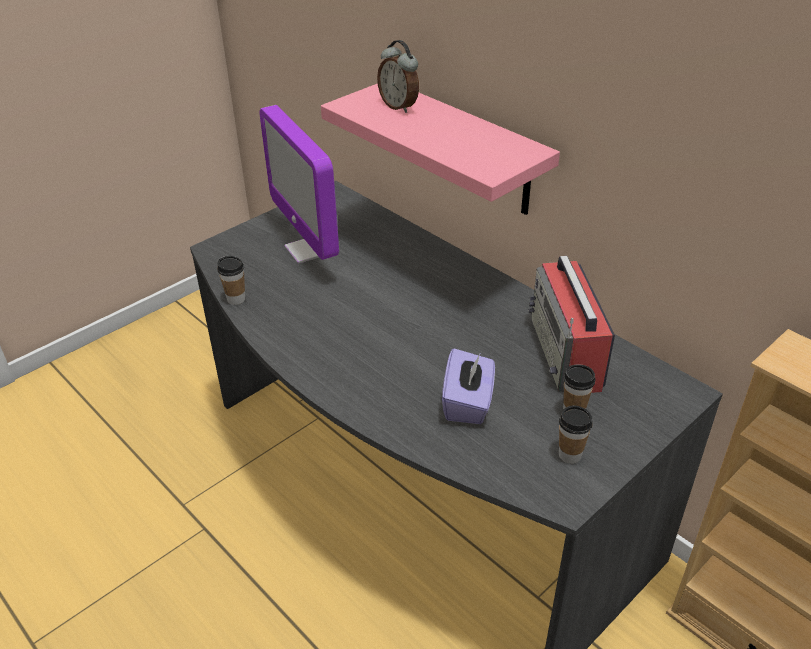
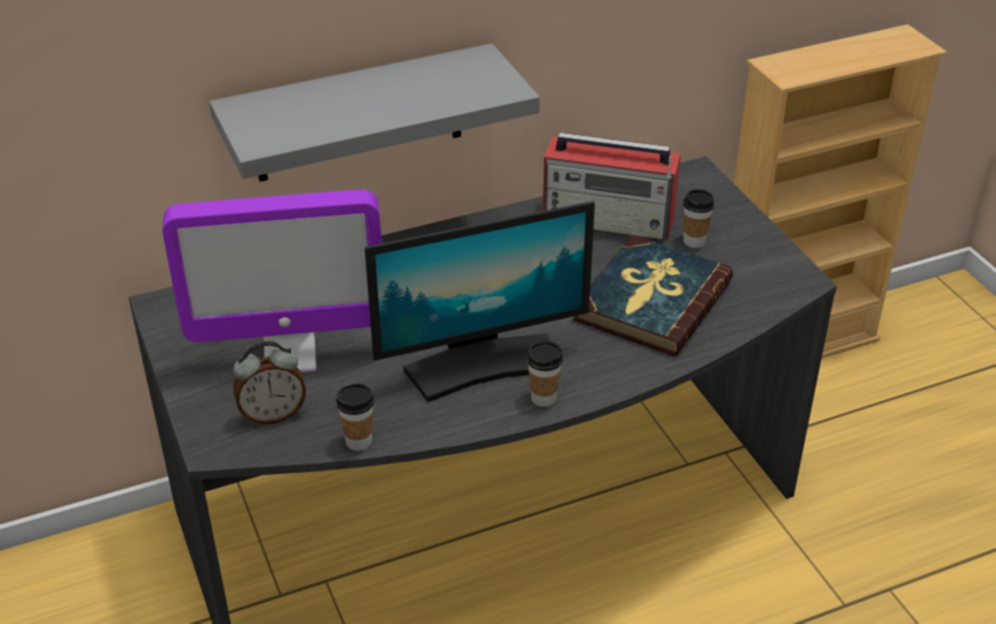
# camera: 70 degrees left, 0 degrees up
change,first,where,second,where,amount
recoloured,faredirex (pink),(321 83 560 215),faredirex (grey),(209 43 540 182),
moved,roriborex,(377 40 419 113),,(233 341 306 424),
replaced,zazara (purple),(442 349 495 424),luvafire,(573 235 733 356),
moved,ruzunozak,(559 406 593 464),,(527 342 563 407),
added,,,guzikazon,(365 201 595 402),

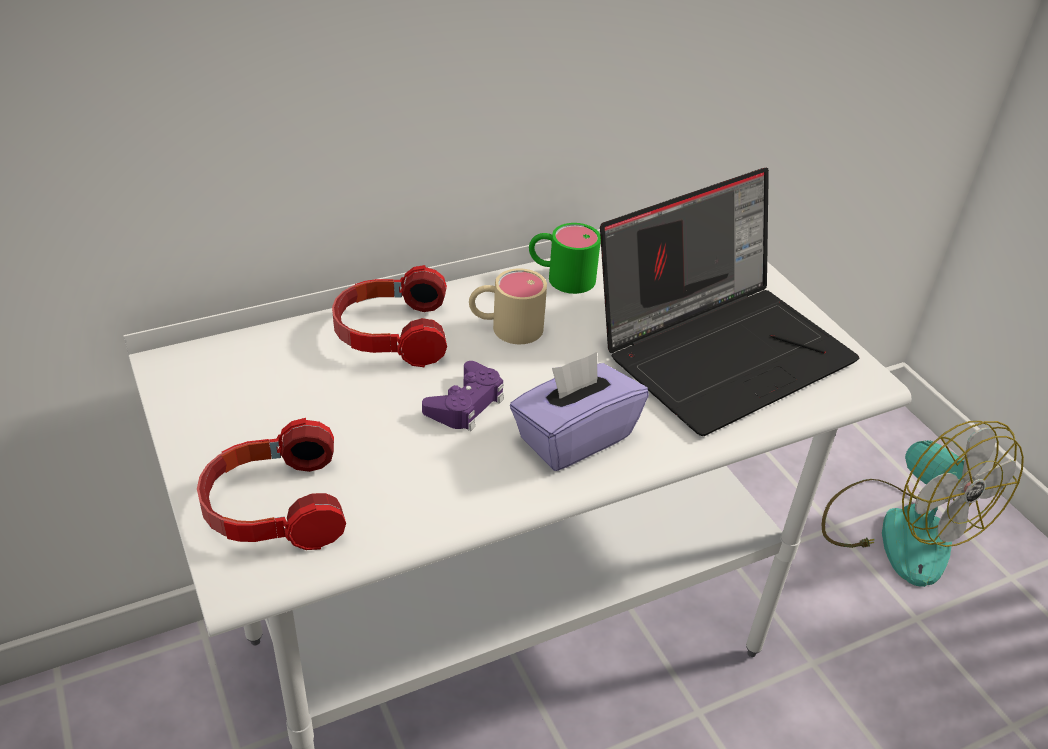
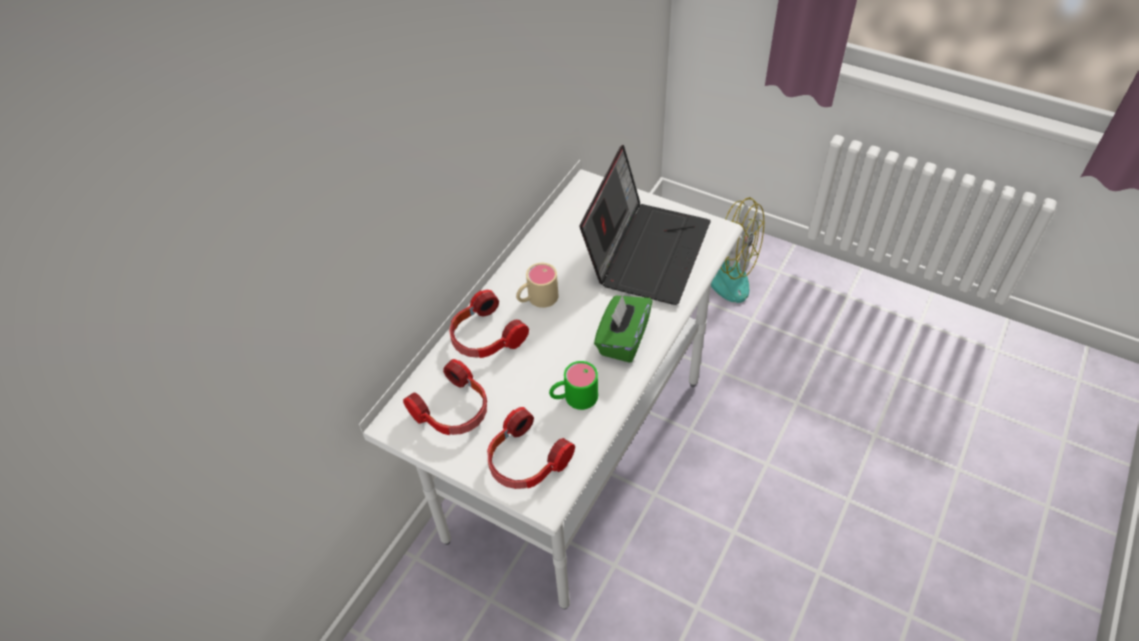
# camera: 30 degrees left, 10 degrees up
change,first,where,second,where,amount
removed,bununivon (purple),(422 361 504 431),,,
recoloured,zazara (purple),(510 352 649 471),zazara (green),(594 295 652 363),
moved,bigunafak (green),(529 223 601 294),,(549 361 598 410),
added,,,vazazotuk,(403 359 487 435),

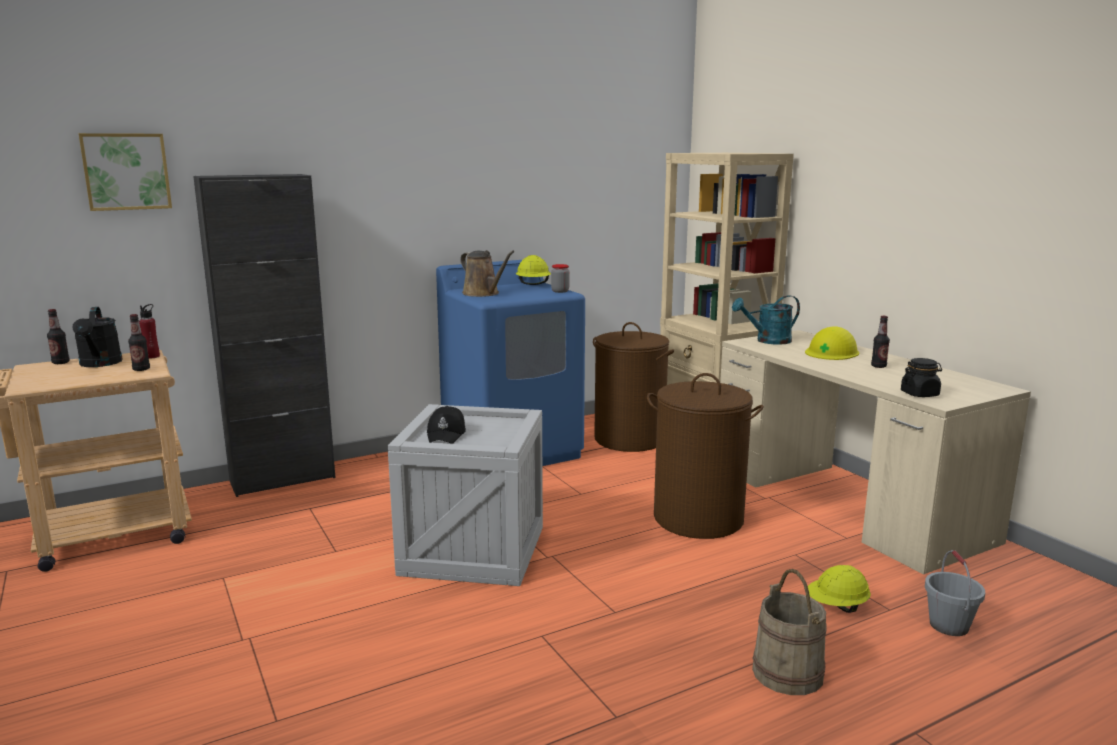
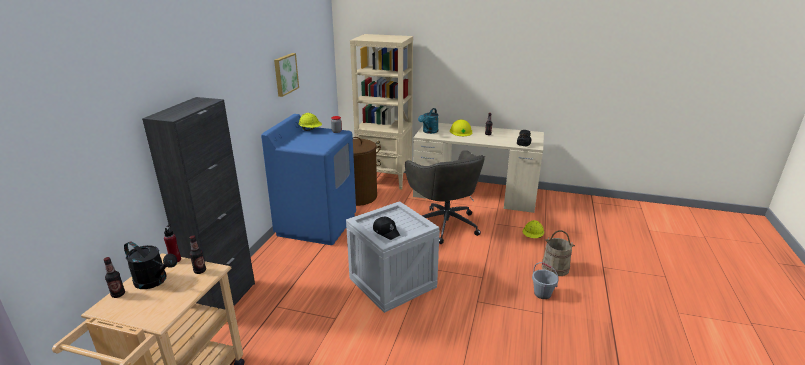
# camera: 45 degrees left, 10 degrees up
change,first,where,second,where,amount
moved,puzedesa,(78 133 172 211),,(274 53 299 97),
removed,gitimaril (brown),(460 250 514 297),,,
replaced,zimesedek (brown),(647 373 764 539),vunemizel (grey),(405 150 485 244),
moved,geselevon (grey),(925 550 985 636),,(532 262 559 299),

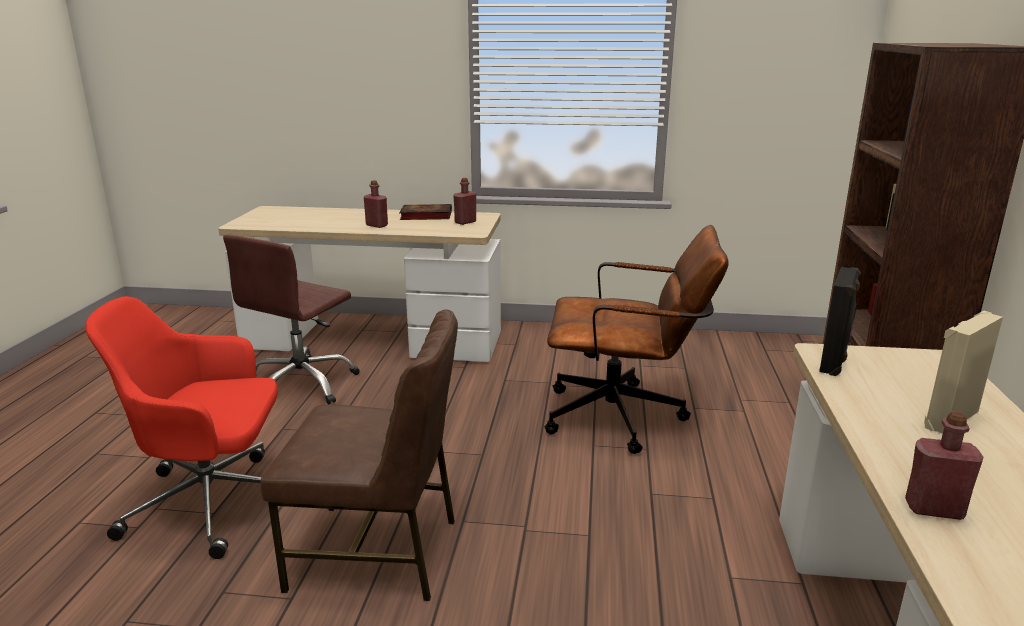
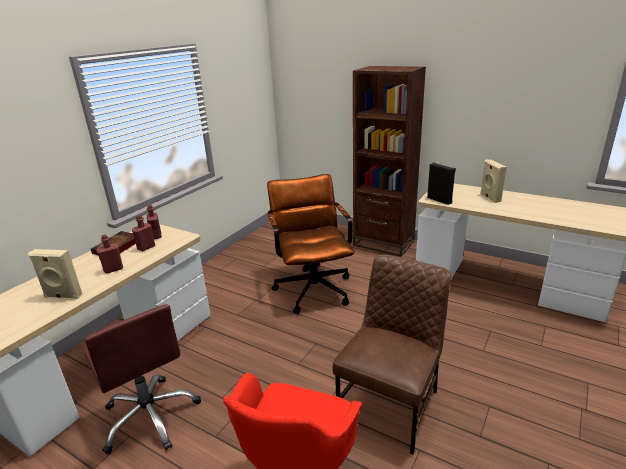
# camera: 65 degrees left, 5 degrees up
change,first,where,second,where,amount
turned,vunemizel (brown),(544 225 729 454),,(267 174 354 314),45 degrees counterclockwise
moved,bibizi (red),(905 411 983 520),,(132 215 155 251),
added,,,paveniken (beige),(28 249 82 299),

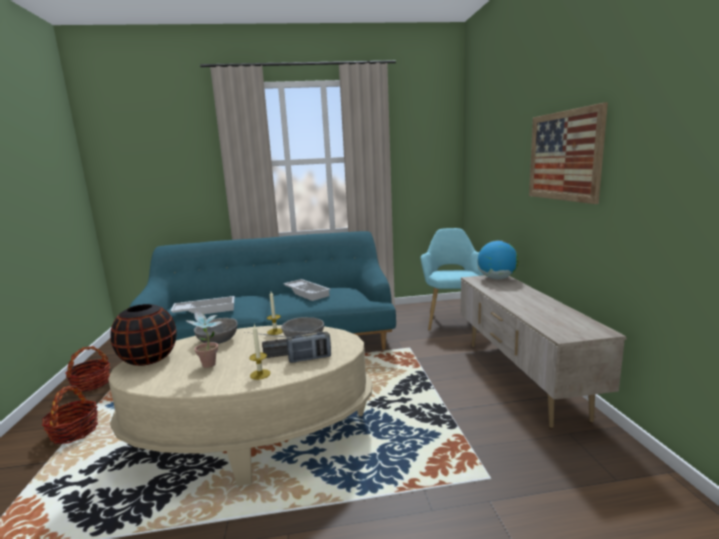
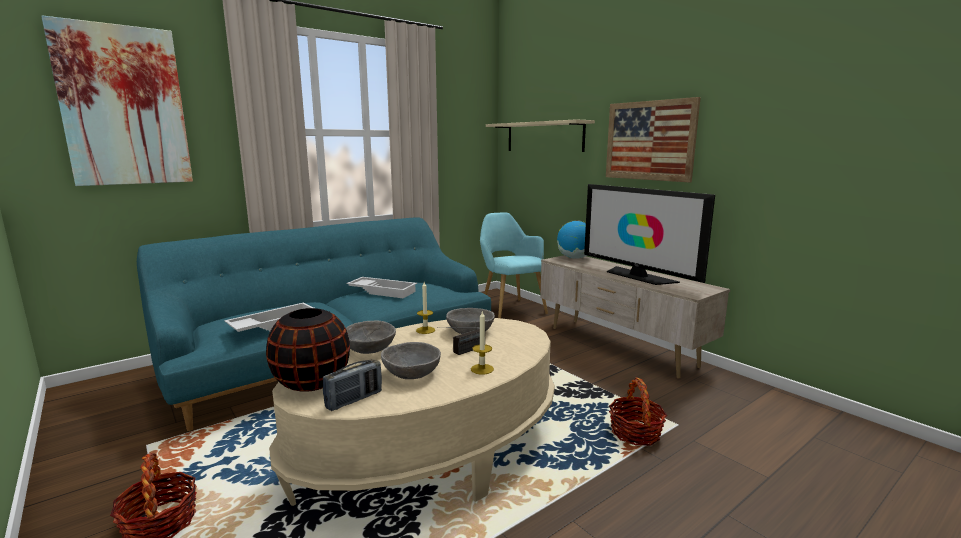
# camera: 30 degrees left, 0 degrees up
change,first,where,second,where,amount
moved,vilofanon,(65 346 110 392),,(609 377 667 446),
replaced,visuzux,(185 310 223 368),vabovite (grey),(381 342 441 379),
moved,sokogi,(287 331 331 363),,(323 359 382 411),
added,,,puzedesa,(41 15 193 186),
added,,,faredirex (beige),(486 119 595 152),
added,,,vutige,(584 184 715 285),

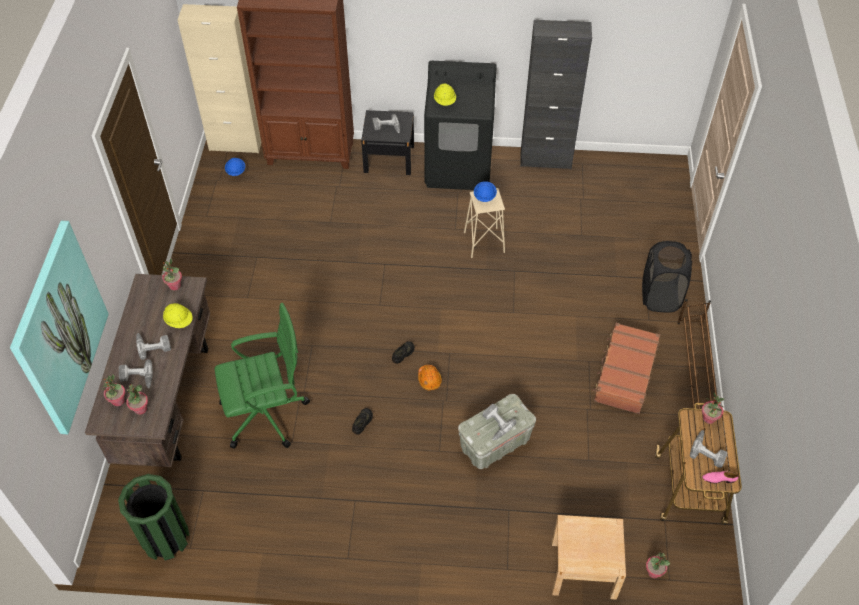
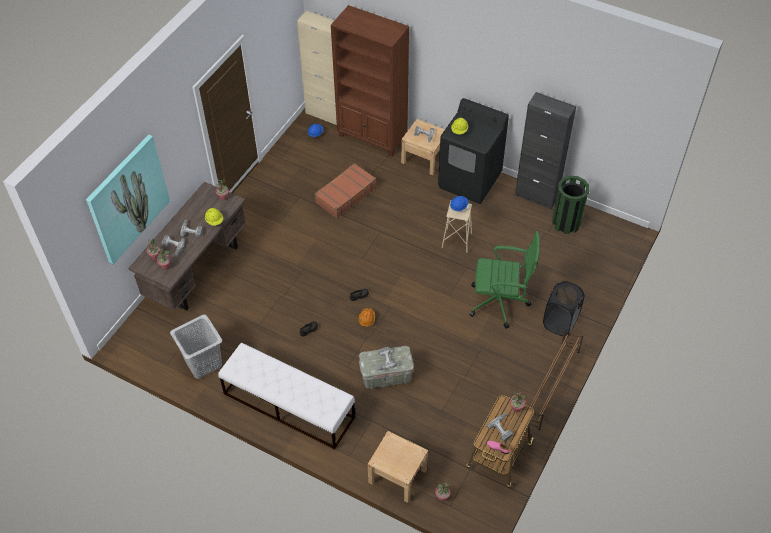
# camera: 25 degrees right, 0 degrees up
change,first,where,second,where,amount
moved,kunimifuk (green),(118 474 190 560),,(552 176 589 234),
moved,vunemizel (green),(215 303 310 449),,(470 231 540 329),
recoloured,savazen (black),(361 110 414 175),savazen (beige),(401 119 445 175),
moved,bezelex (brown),(592 323 660 414),,(315 163 376 218),
added,,,zimesedek (grey),(170 315 222 379),
added,,,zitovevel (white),(218 343 355 449),

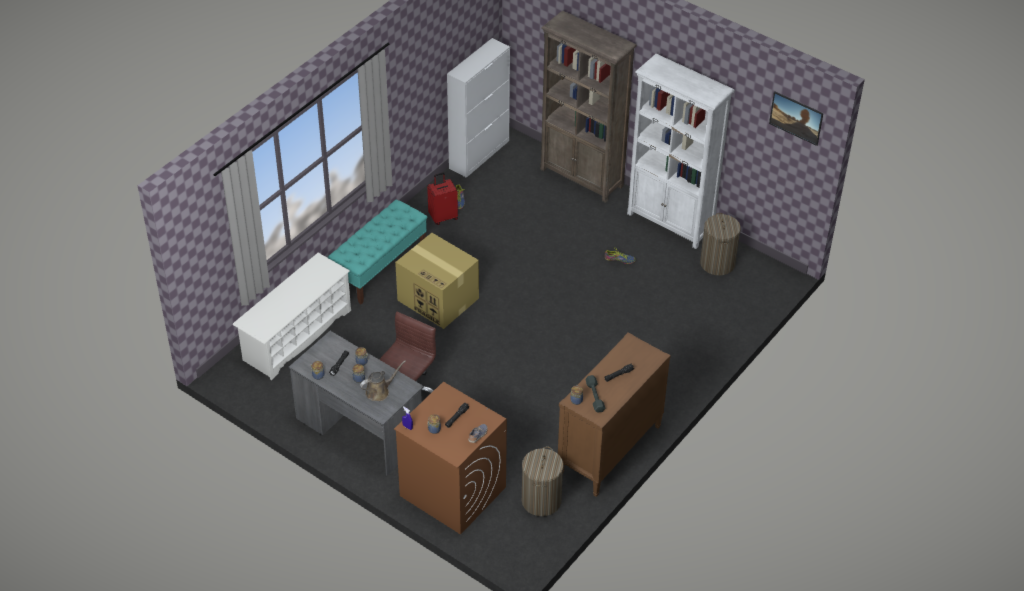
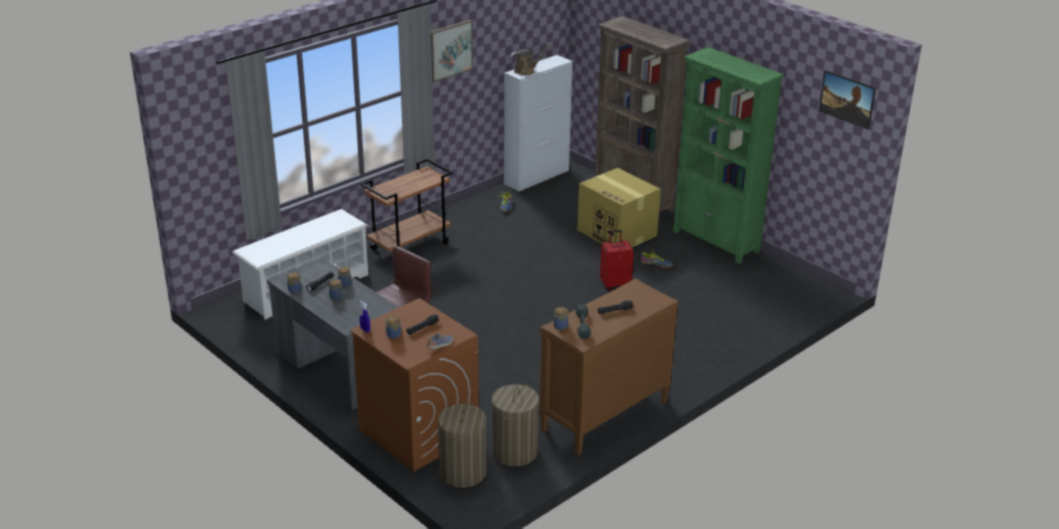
# camera: 10 degrees right, 15 degrees down
change,first,where,second,where,amount
replaced,zitovevel (turquoise),(327 200 427 304),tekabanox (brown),(360 159 453 252),
moved,gitimaril (brown),(360 360 406 401),,(510 44 552 75),
moved,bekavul,(395 233 479 329),,(577 168 661 247),
moved,bezelex (red),(427 172 458 225),,(600 230 634 291),
recoloured,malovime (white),(627 54 735 249),malovime (green),(673 47 784 264),
moved,zimesedek,(700 213 741 275),,(438 403 486 488),
added,,,puzedesa,(431 20 473 82),

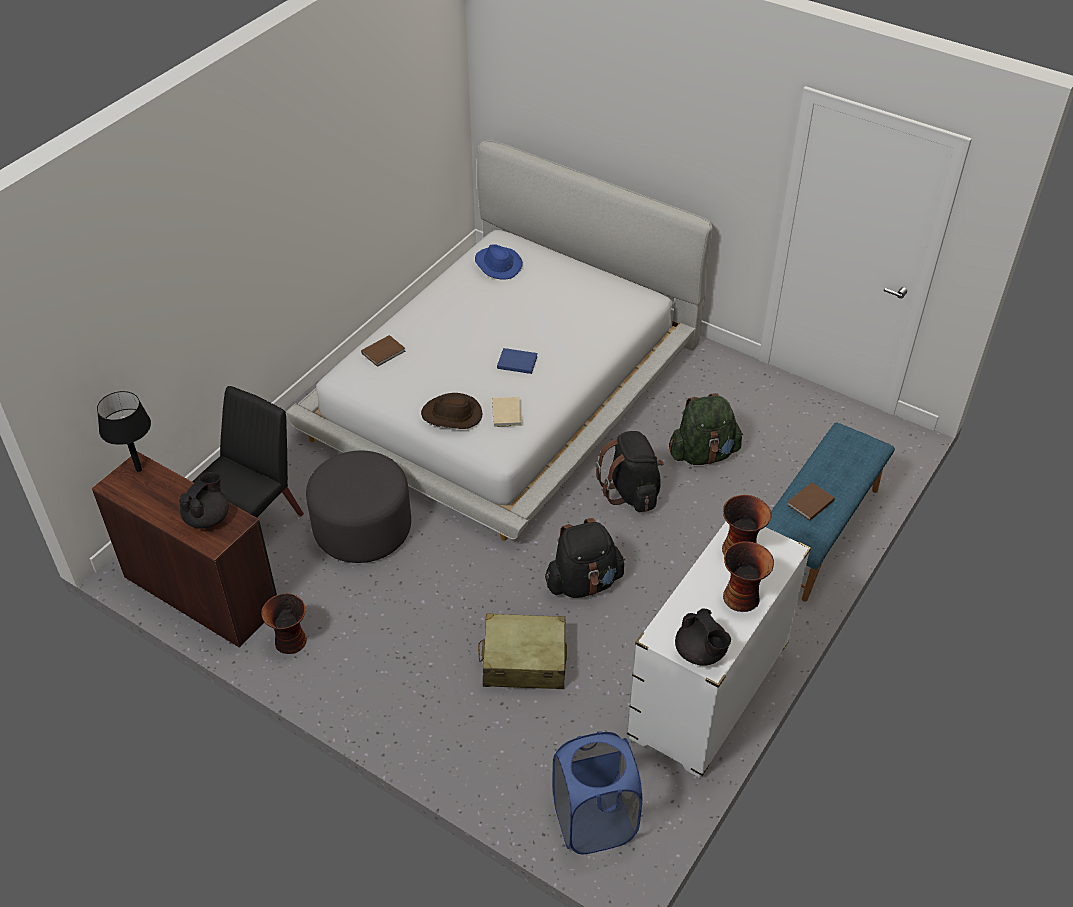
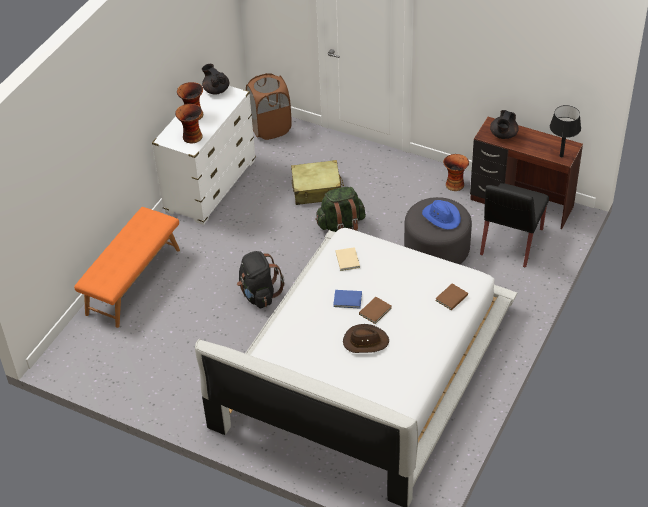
# camera: 175 degrees right, 0 degrees up
change,first,where,second,where,amount
moved,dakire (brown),(421 393 482 429),,(343 324 389 353),
moved,dakire (blue),(475 244 523 280),,(422 200 461 230),
removed,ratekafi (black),(545 518 625 598),,,
recoloured,zimesedek (blue),(552 731 642 854),zimesedek (brown),(246 73 292 140),
moved,ratekafi (green),(669 393 743 465),,(315 187 366 232),
recoloured,zitovevel (blue),(766 422 895 602),zitovevel (orange),(74 207 180 328),
moved,luvafire (brown),(787 482 835 521),,(359 297 391 324),

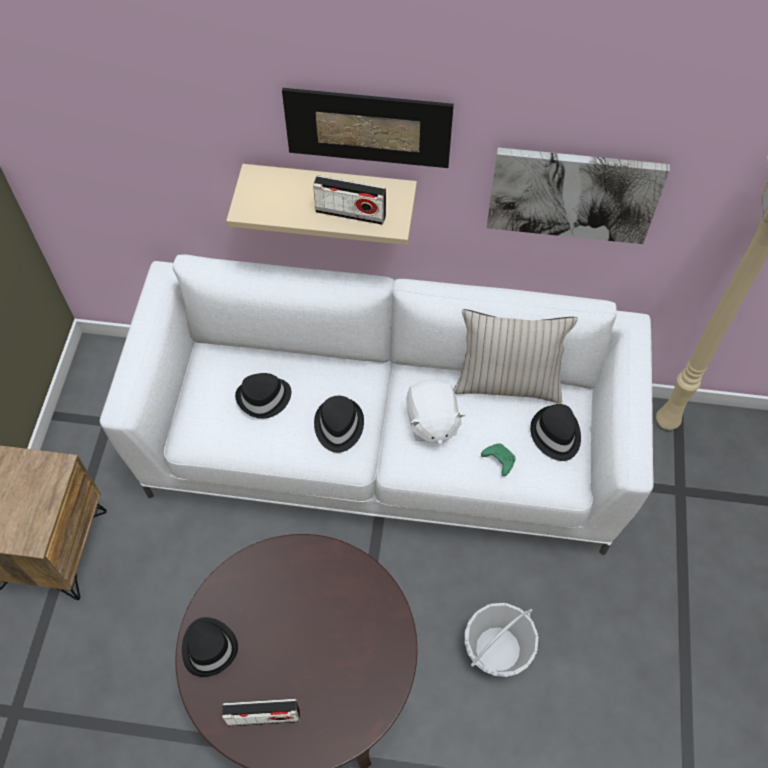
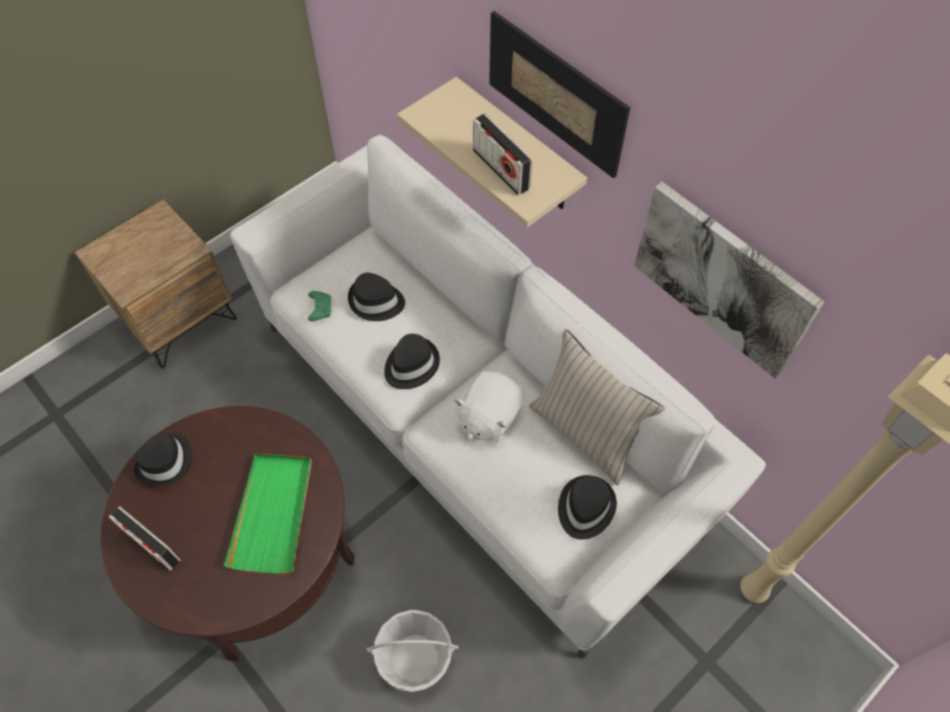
# camera: 40 degrees right, 0 degrees up
change,first,where,second,where,amount
moved,bununivon (green),(481 443 515 476),,(308 291 331 321),
added,,,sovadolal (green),(224 454 312 574),

